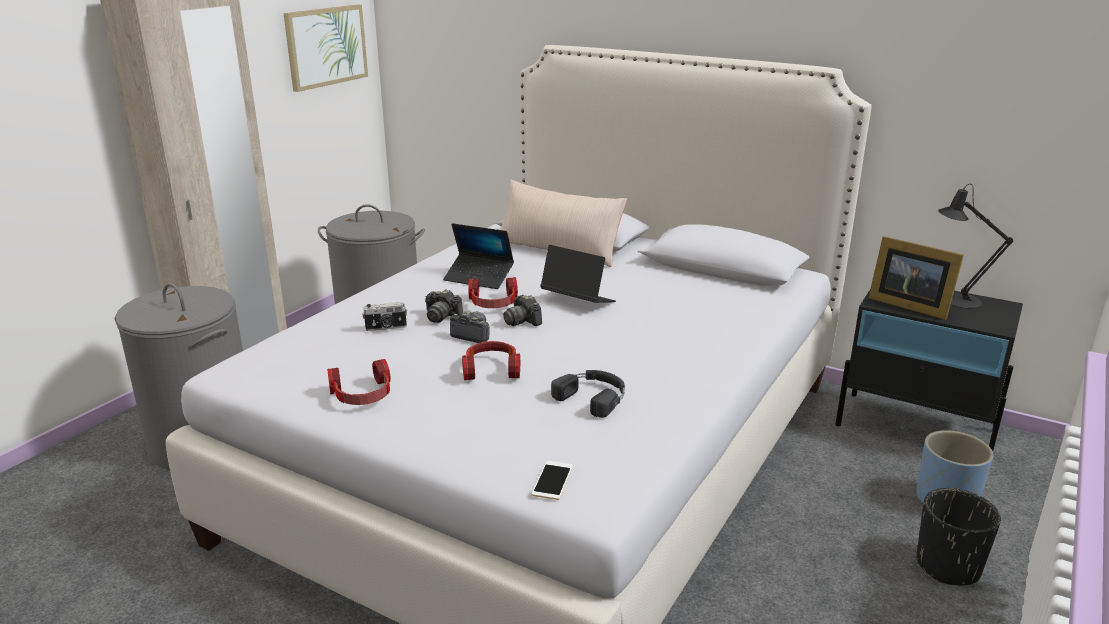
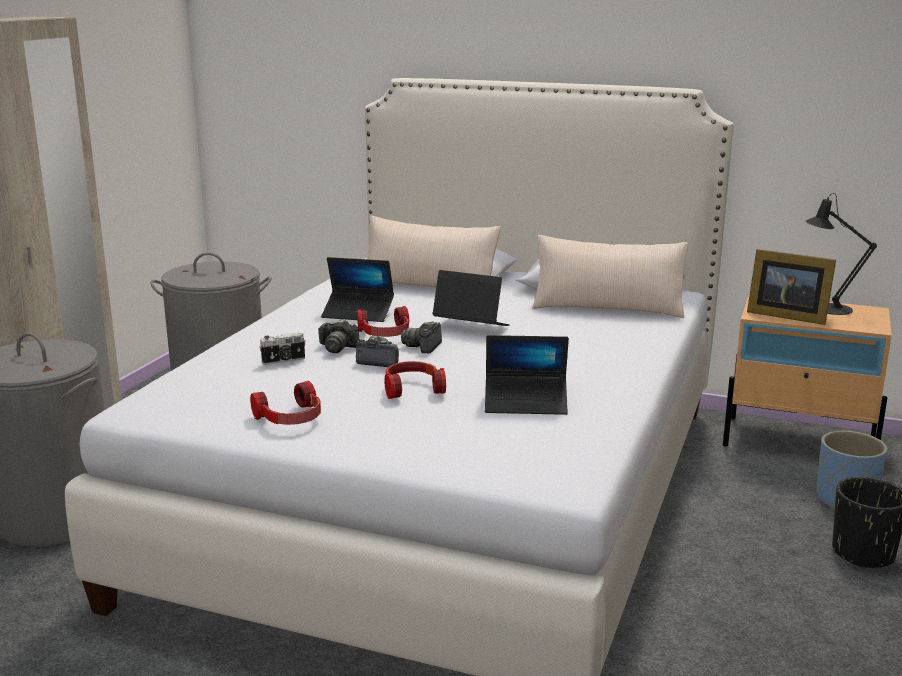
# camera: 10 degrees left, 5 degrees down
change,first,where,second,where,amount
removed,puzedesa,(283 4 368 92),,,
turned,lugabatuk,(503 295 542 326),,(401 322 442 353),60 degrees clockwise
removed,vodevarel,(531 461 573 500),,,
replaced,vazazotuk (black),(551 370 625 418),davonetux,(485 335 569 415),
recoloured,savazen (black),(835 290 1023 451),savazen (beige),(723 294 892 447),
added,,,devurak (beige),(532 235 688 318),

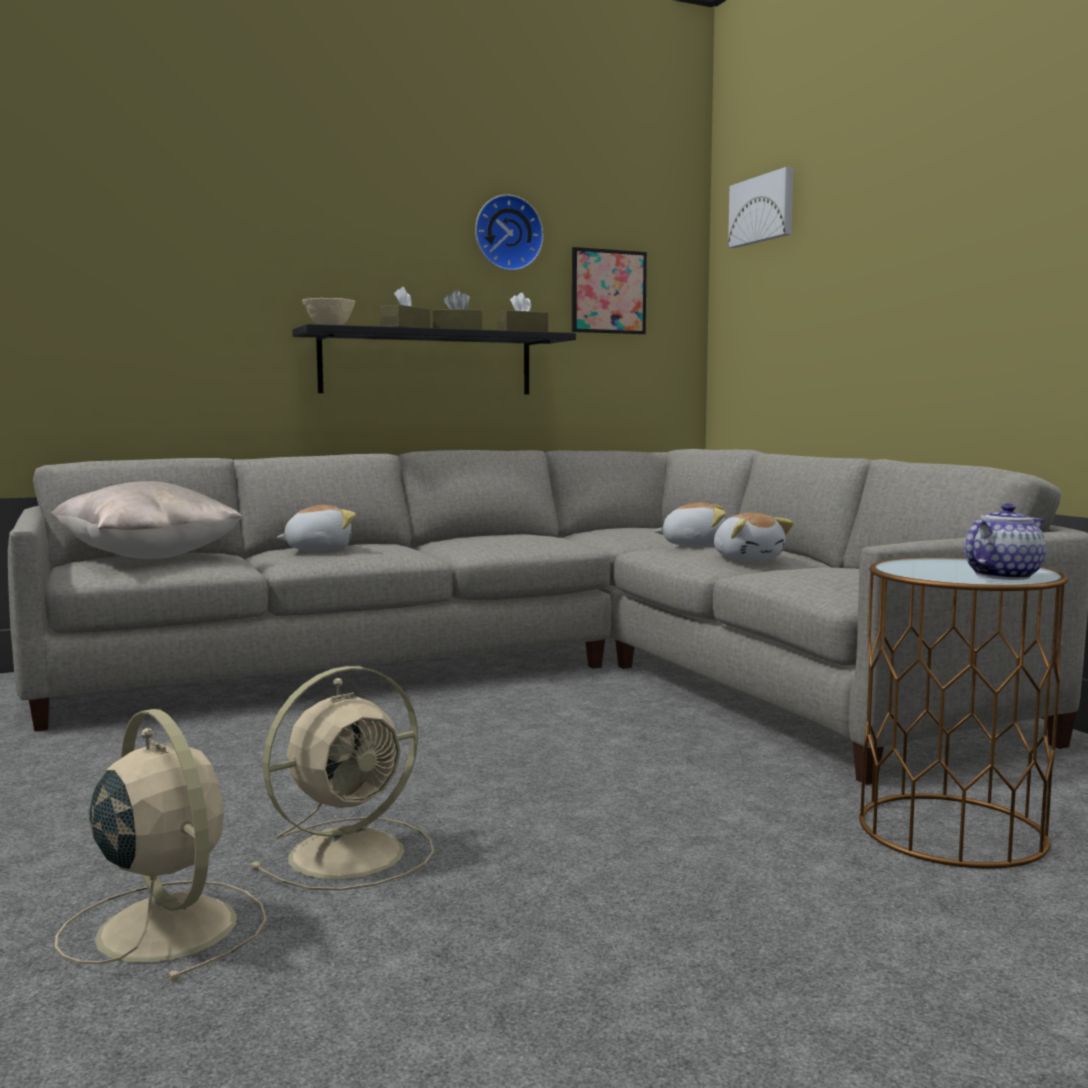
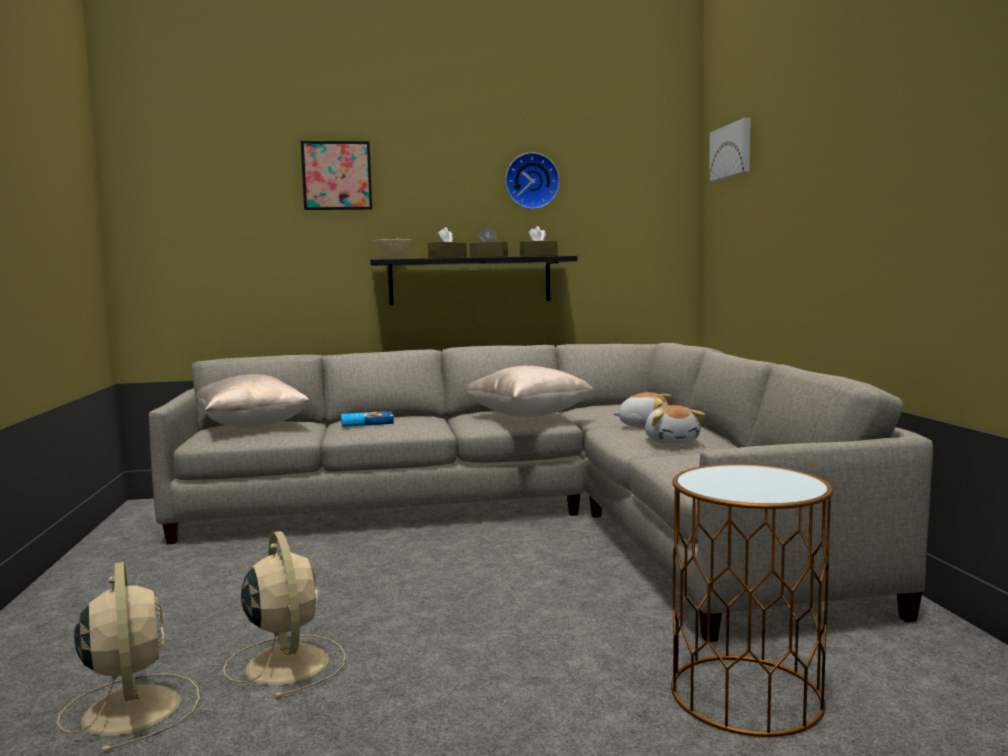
# camera: 15 degrees right, 0 degrees up
change,first,where,second,where,amount
turned,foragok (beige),(250 666 434 891),,(223 531 346 699),90 degrees counterclockwise
replaced,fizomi,(276 505 356 551),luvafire,(341 411 394 427),
moved,puzedesa,(572 247 647 334),,(301 141 372 210),
removed,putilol,(965 504 1046 580),,,
added,,,devurak (beige),(464 366 594 417),

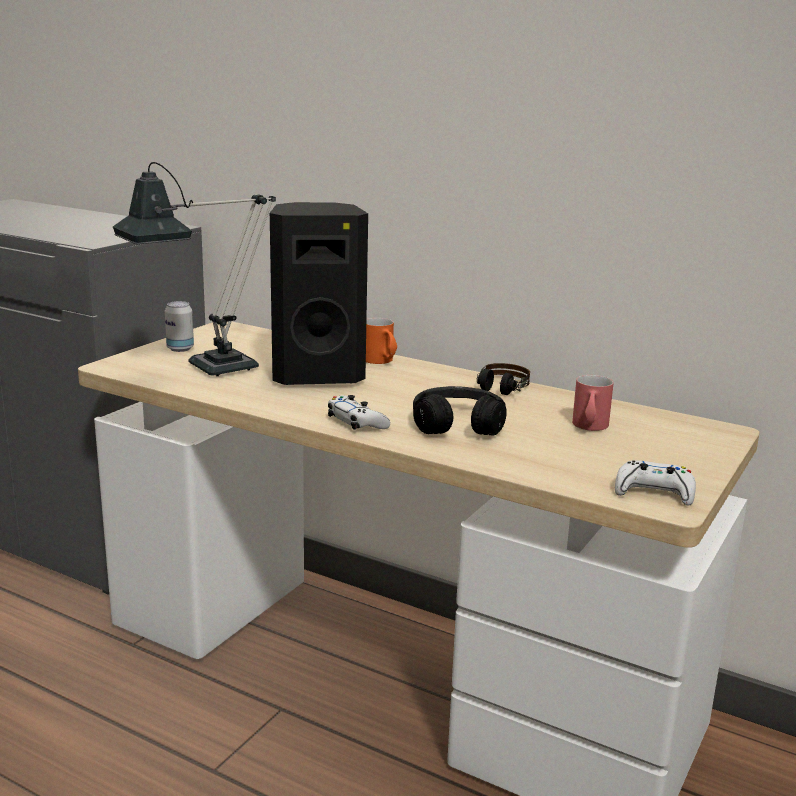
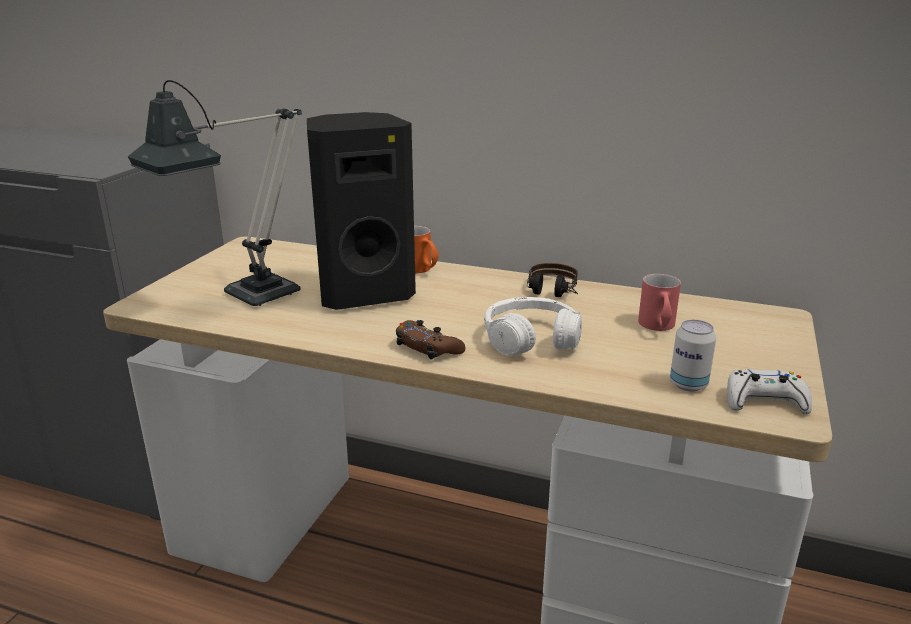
# camera: 10 degrees left, 5 degrees up
change,first,where,second,where,amount
moved,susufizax,(165 301 194 352),,(670 320 716 391),
recoloured,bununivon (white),(328 395 390 430),bununivon (brown),(396 320 465 360),
recoloured,vazazotuk (black),(413 386 507 436),vazazotuk (white),(484 297 582 356),

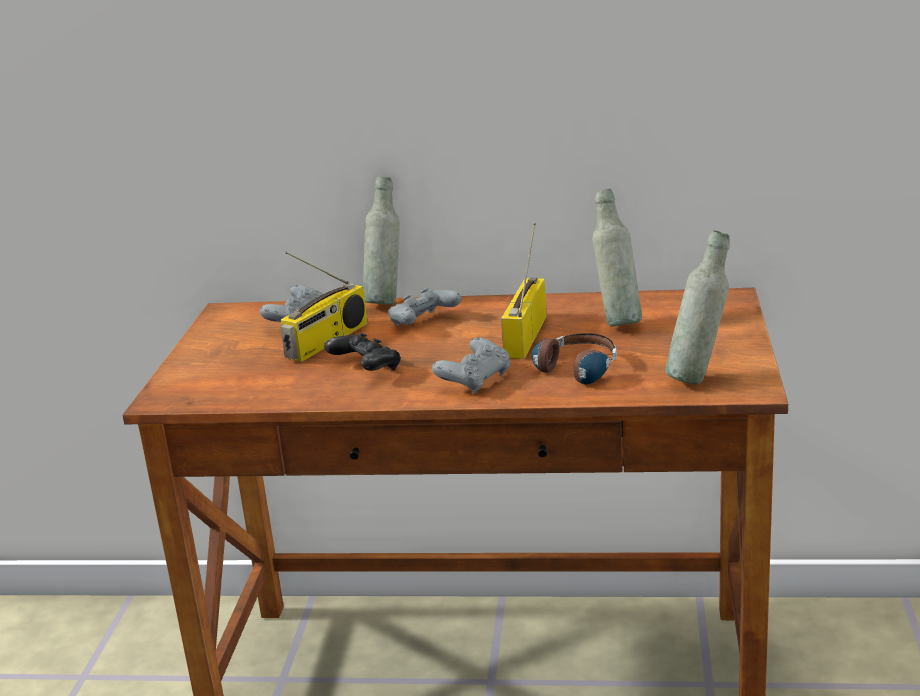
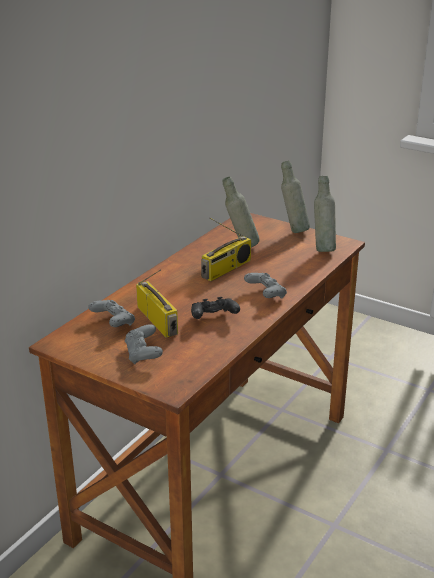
# camera: 65 degrees left, 5 degrees up
change,first,where,second,where,amount
moved,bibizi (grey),(363 177 400 305),,(281 161 310 233),
moved,bununivon (grey),(388 288 461 326),,(125 324 163 364),
turned,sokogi,(501 223 546 359),,(201 218 251 281),90 degrees counterclockwise
removed,vazazotuk,(517 333 617 385),,,

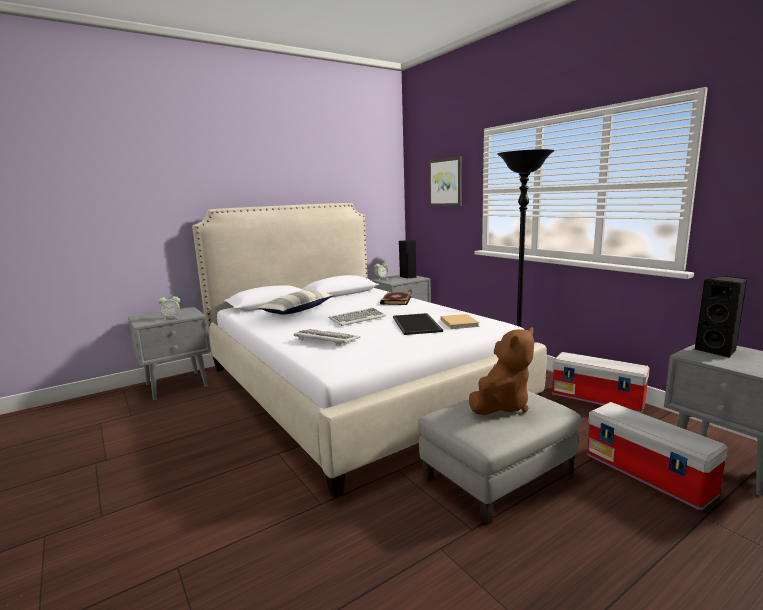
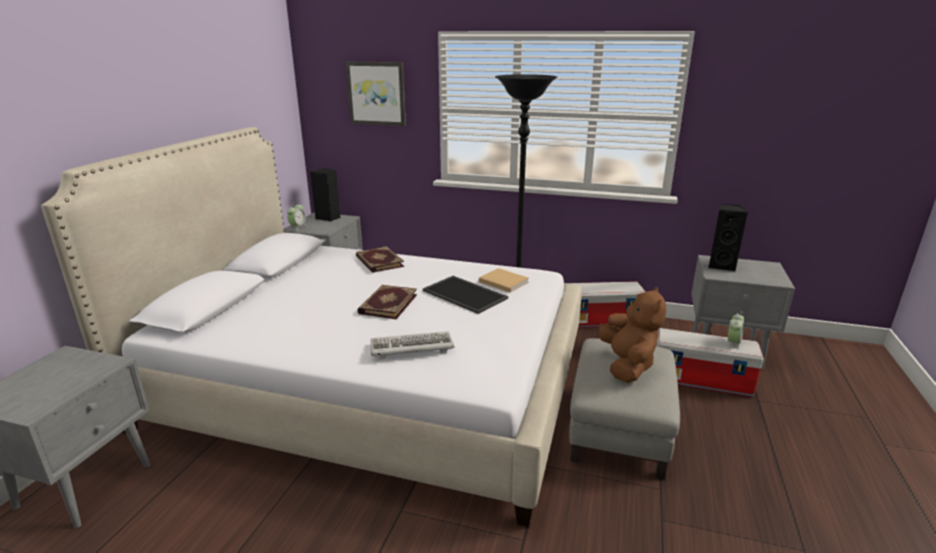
# camera: 40 degrees left, 10 degrees up
change,first,where,second,where,amount
moved,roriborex,(158 296 180 321),,(728 313 744 350),
removed,devurak,(258 290 334 315),,,
replaced,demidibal,(329 308 386 326),luvafire,(357 285 417 320),

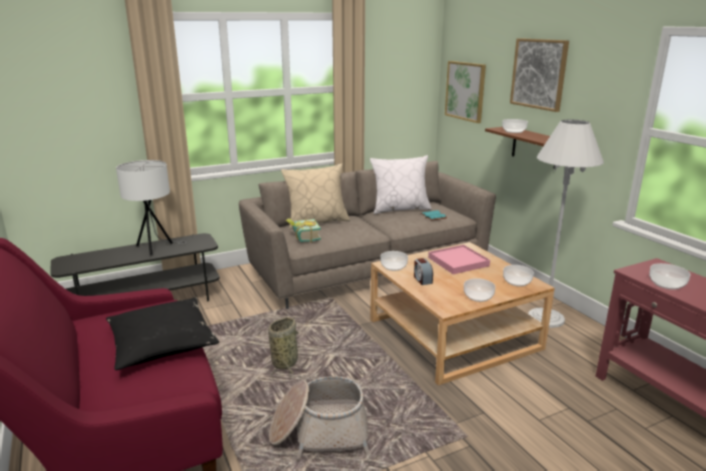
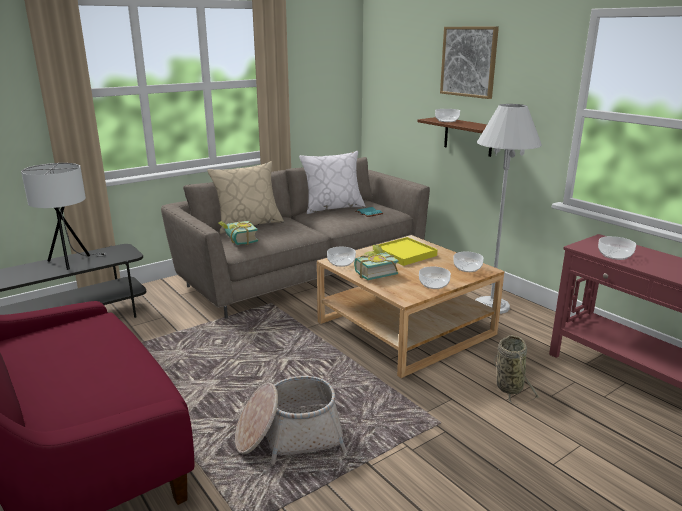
# camera: 10 degrees left, 0 degrees up
change,first,where,second,where,amount
removed,devurak (black),(106 297 219 370),,,
moved,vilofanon,(268 317 298 377),,(494 335 539 405),
replaced,roriborex,(414 258 433 285),luvafire,(354 245 399 280),
recoloured,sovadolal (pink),(428 245 490 274),sovadolal (yellow),(379 237 438 266),
removed,puzedesa,(445 61 486 123),,,

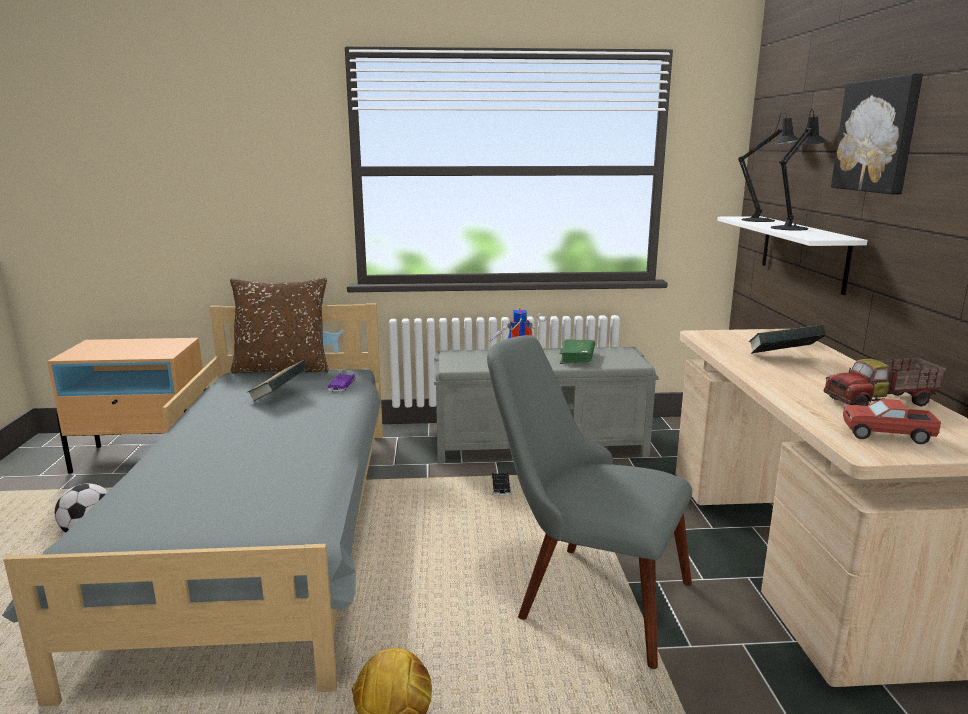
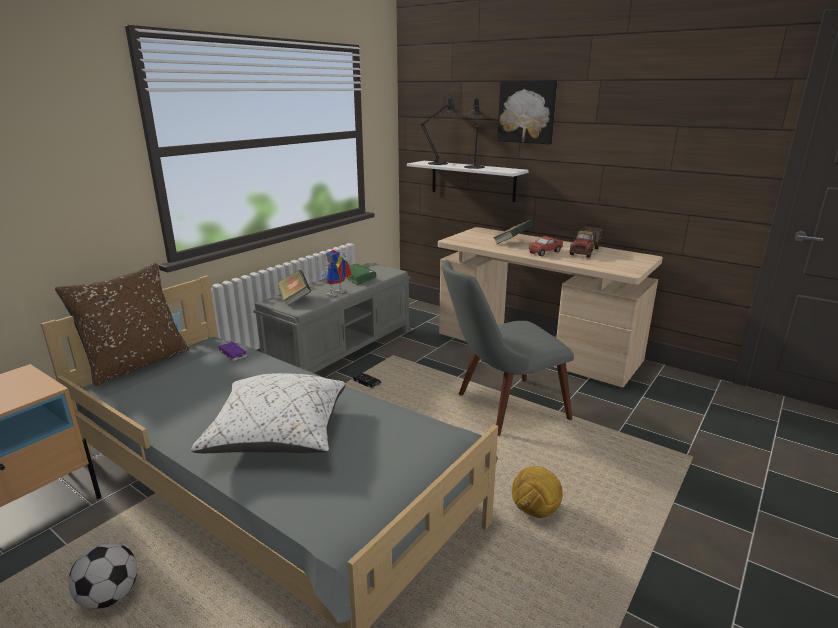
# camera: 50 degrees left, 5 degrees up
change,first,where,second,where,amount
moved,luvafire,(247 360 308 402),,(278 270 311 306),
moved,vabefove,(843 399 941 444),,(529 236 563 256),
added,,,devurak (white),(191 373 345 453),

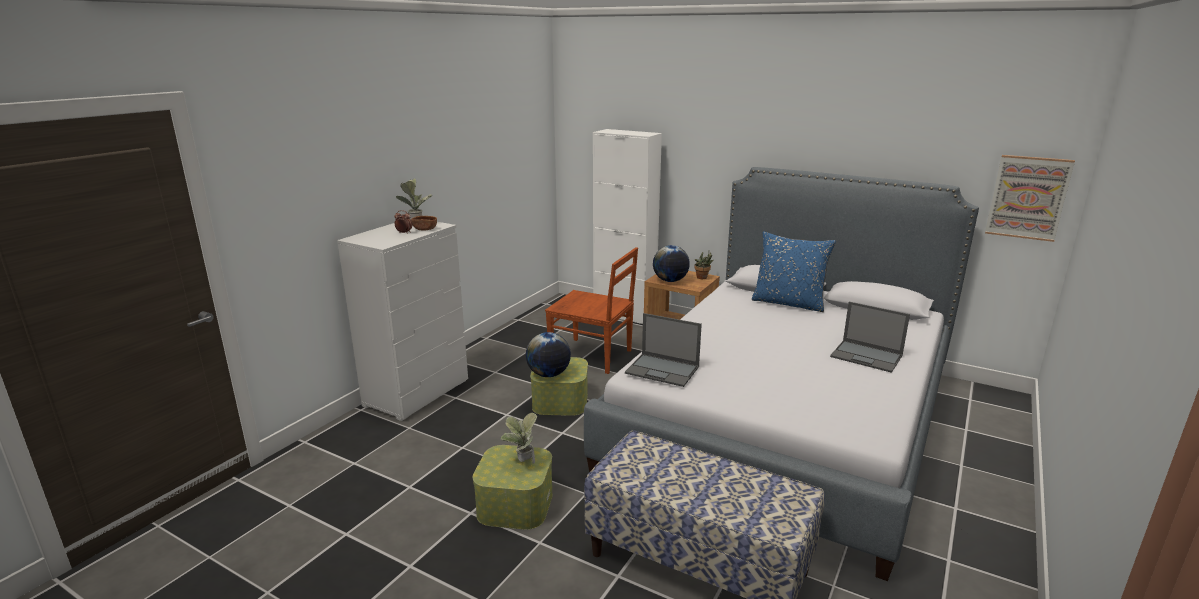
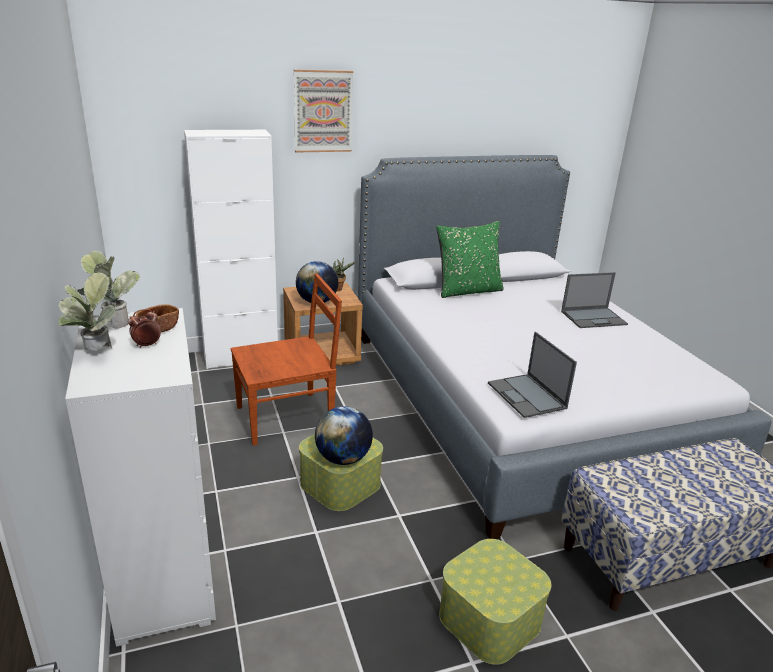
# camera: 50 degrees left, 5 degrees up
change,first,where,second,where,amount
moved,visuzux,(501 413 537 464),,(59 272 115 351),
turned,davonetux,(625 313 702 387),,(488 332 577 418),90 degrees clockwise
recoloured,devurak (blue),(752 231 836 312),devurak (green),(436 221 504 298),
moved,puzedesa,(985 155 1075 242),,(294 69 354 152),

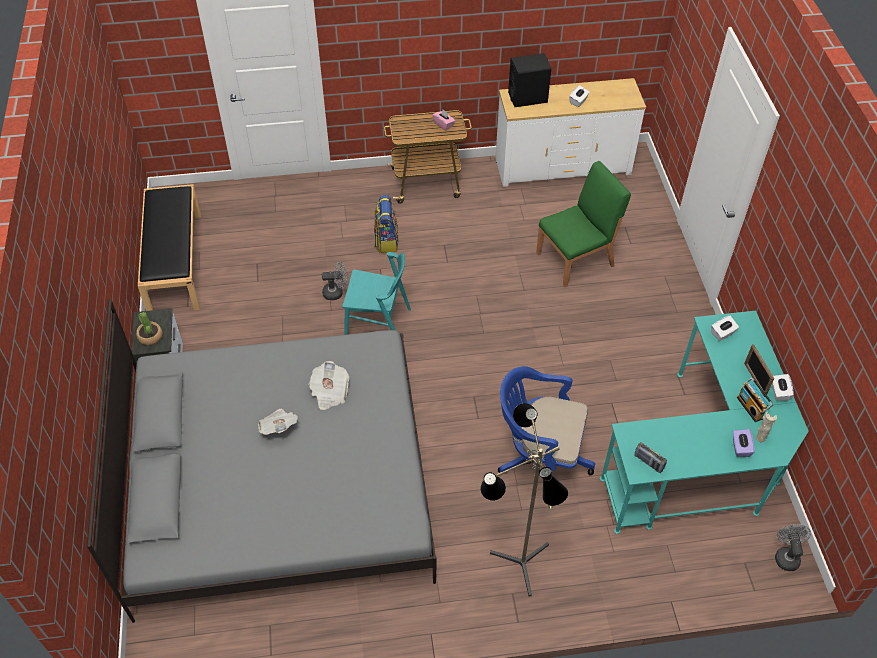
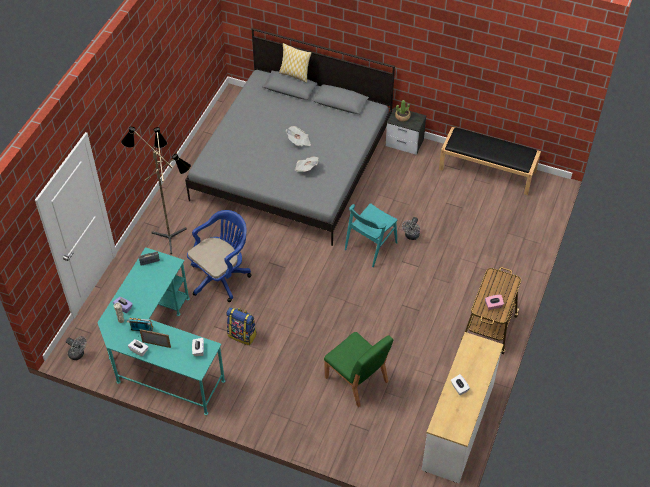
# camera: 120 degrees right, 0 degrees up
change,first,where,second,where,amount
moved,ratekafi,(374 195 399 253),,(226 307 257 345),
removed,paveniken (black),(508 53 551 107),,,
turned,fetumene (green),(536 161 631 287),,(324 332 393 407),45 degrees counterclockwise
added,,,devurak,(279 43 311 83),

